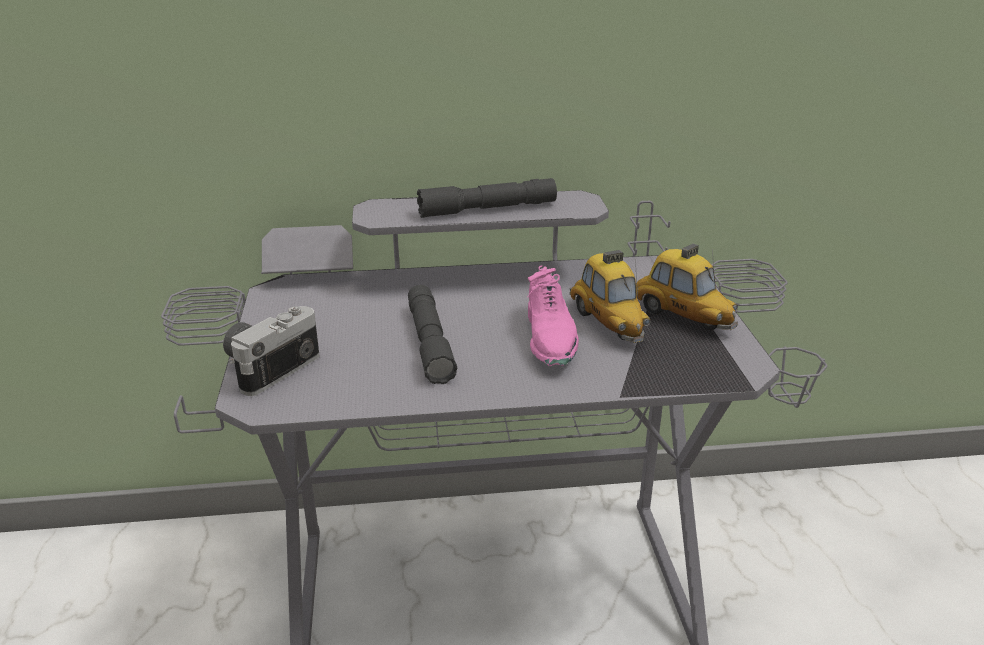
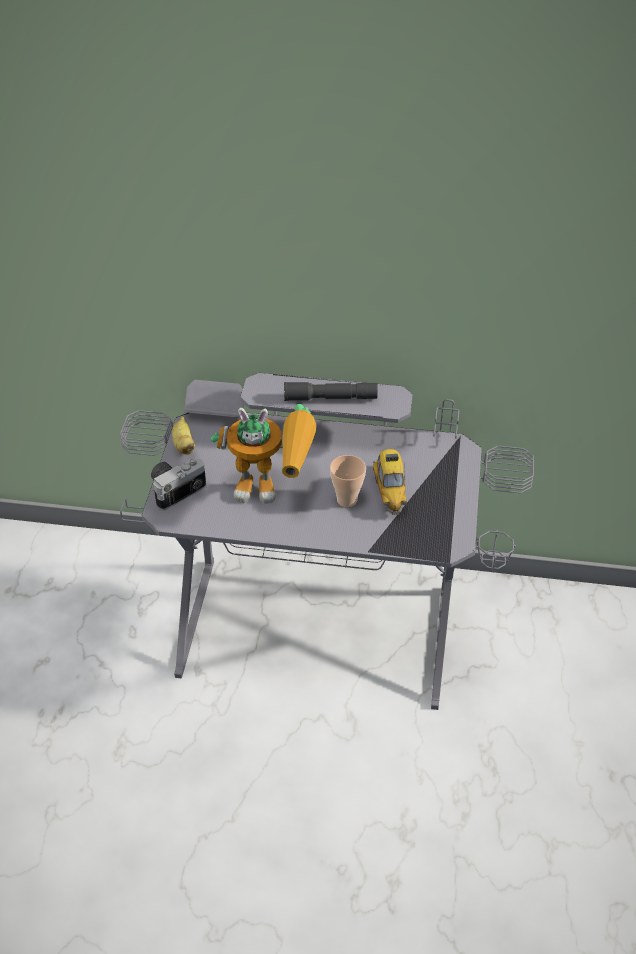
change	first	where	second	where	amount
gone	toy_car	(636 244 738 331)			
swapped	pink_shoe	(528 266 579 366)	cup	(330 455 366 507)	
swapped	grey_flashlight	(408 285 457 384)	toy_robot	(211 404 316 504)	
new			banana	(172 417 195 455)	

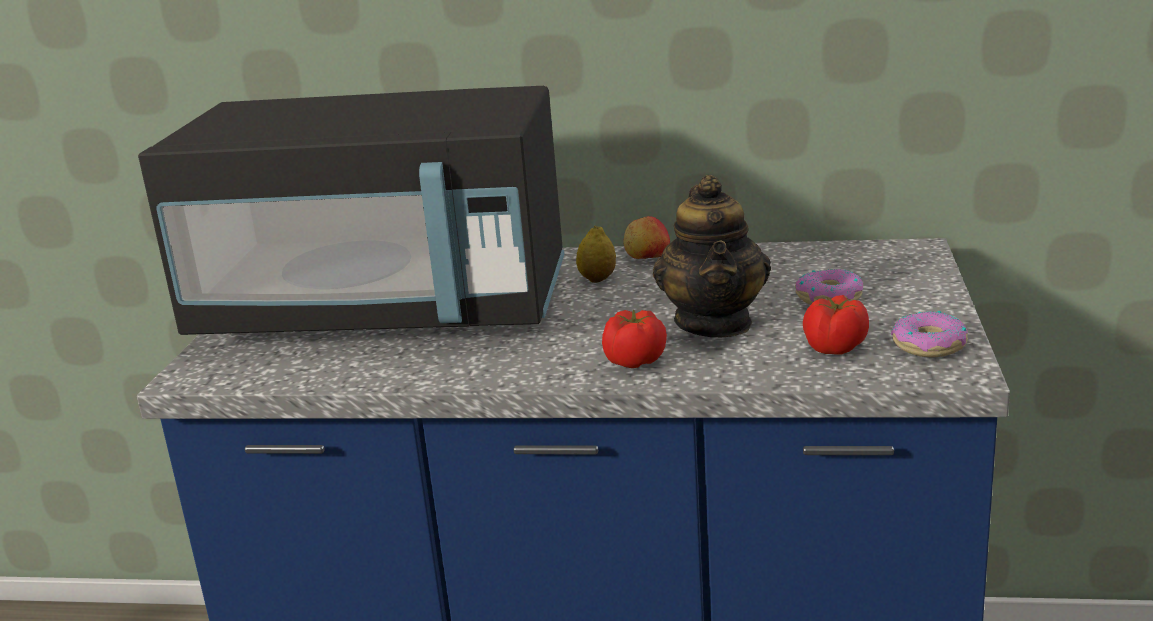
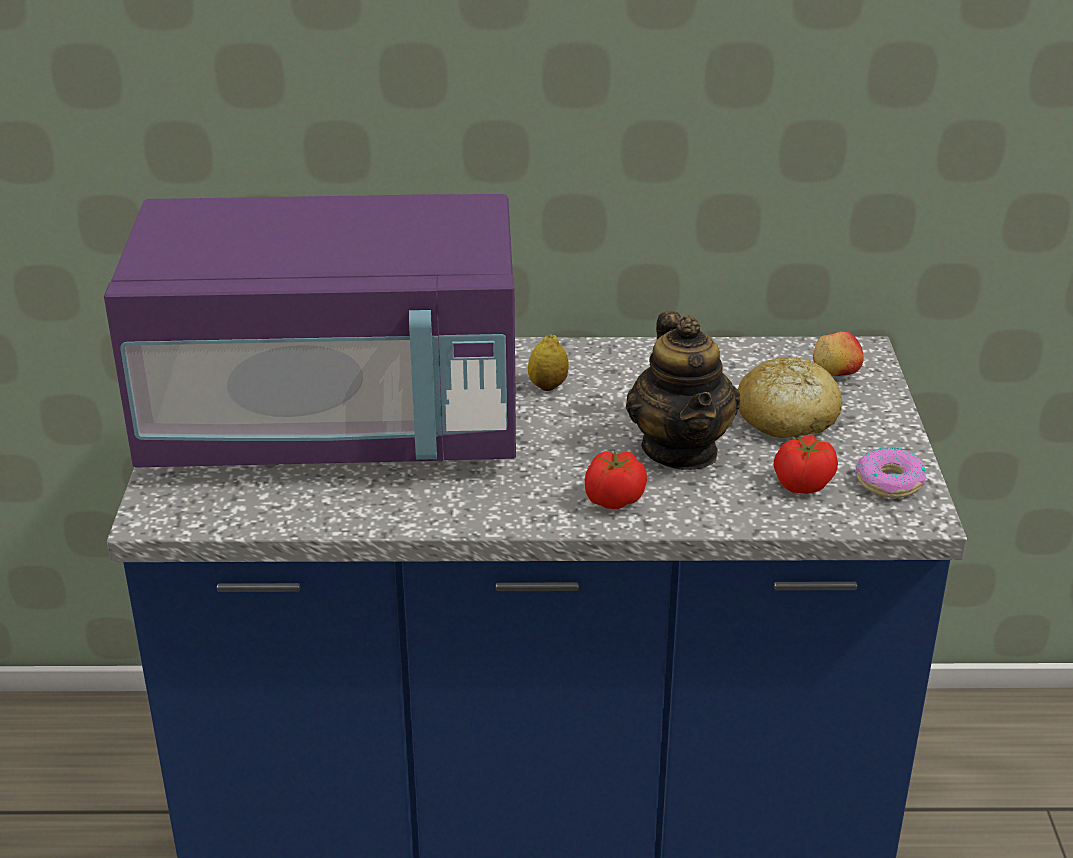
change	first	where	second	where	amount
repainted	black_microwave	(138 86 564 335)	purple_microwave	(104 194 516 468)	
shifted	apple	(623 216 670 259)		(813 331 863 376)	
swapped	donut	(795 269 863 305)	bread	(738 357 842 438)	

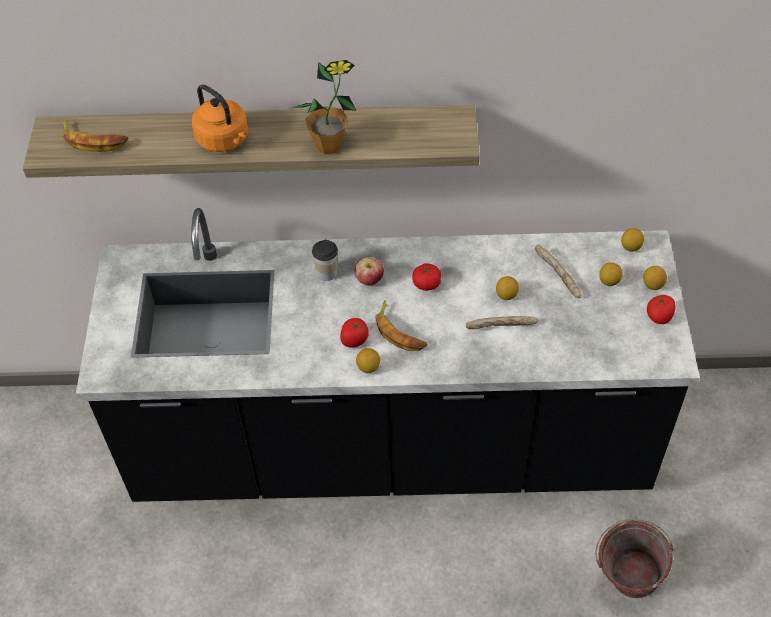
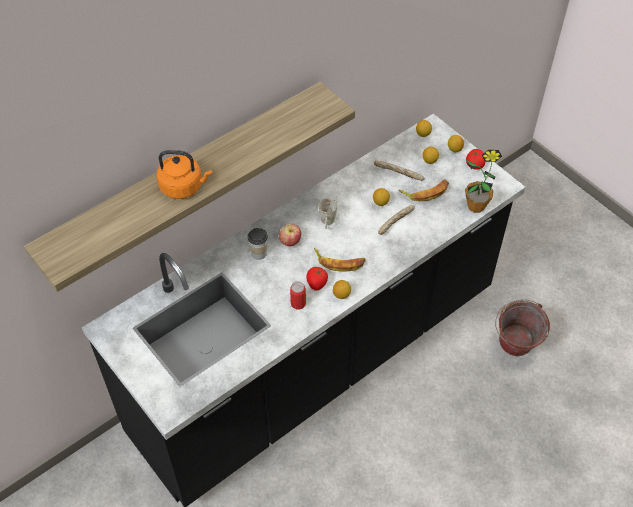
change	first	where	second	where	amount
shifted	potted_plant	(295 60 356 154)		(465 150 502 213)	
shifted	banana	(61 119 128 152)		(399 179 449 201)	
swapped	tomato	(412 263 441 291)	white_mug	(318 198 338 229)	
new			can	(290 281 306 310)	

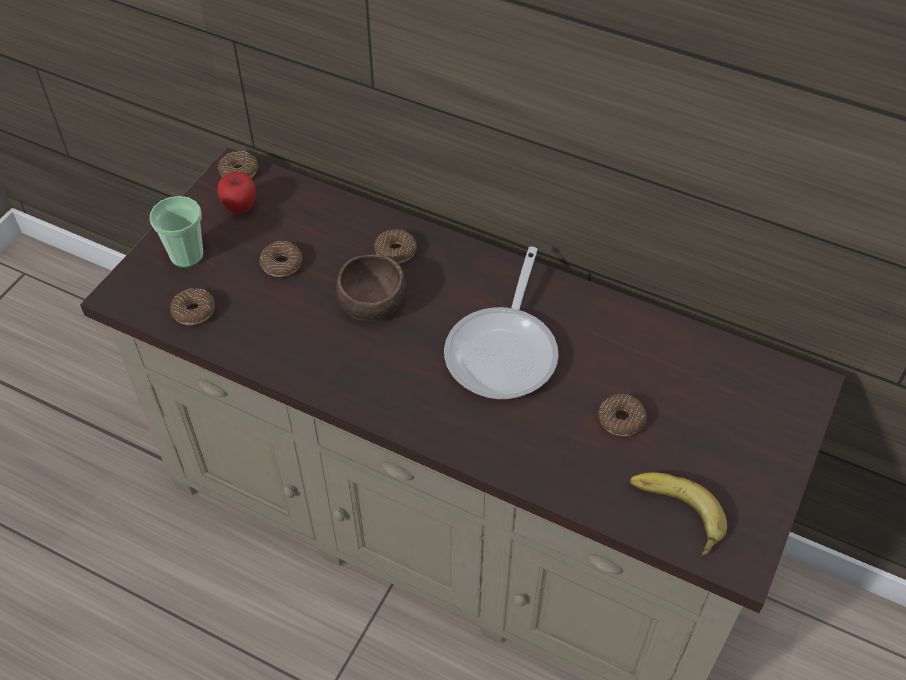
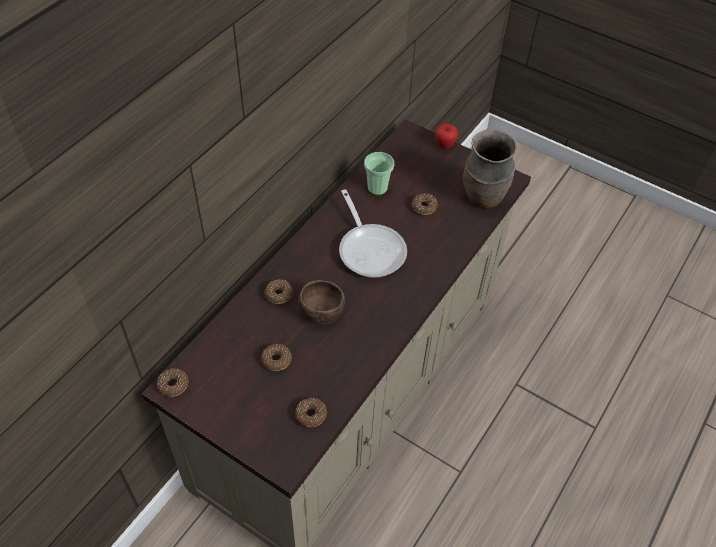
change	first	where	second	where	amount
shifted	apple	(217 172 256 214)		(435 123 458 148)	
shifted	cup	(150 196 204 268)		(364 152 394 195)	
rotated	frying_pan	(444 247 559 399)		(339 189 407 278)	45 degrees clockwise
swapped	banana	(629 472 727 557)	brown_vase	(463 129 517 208)	

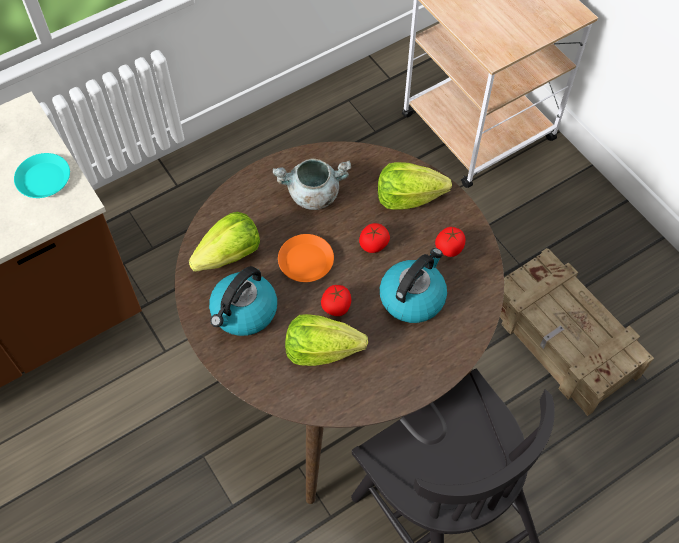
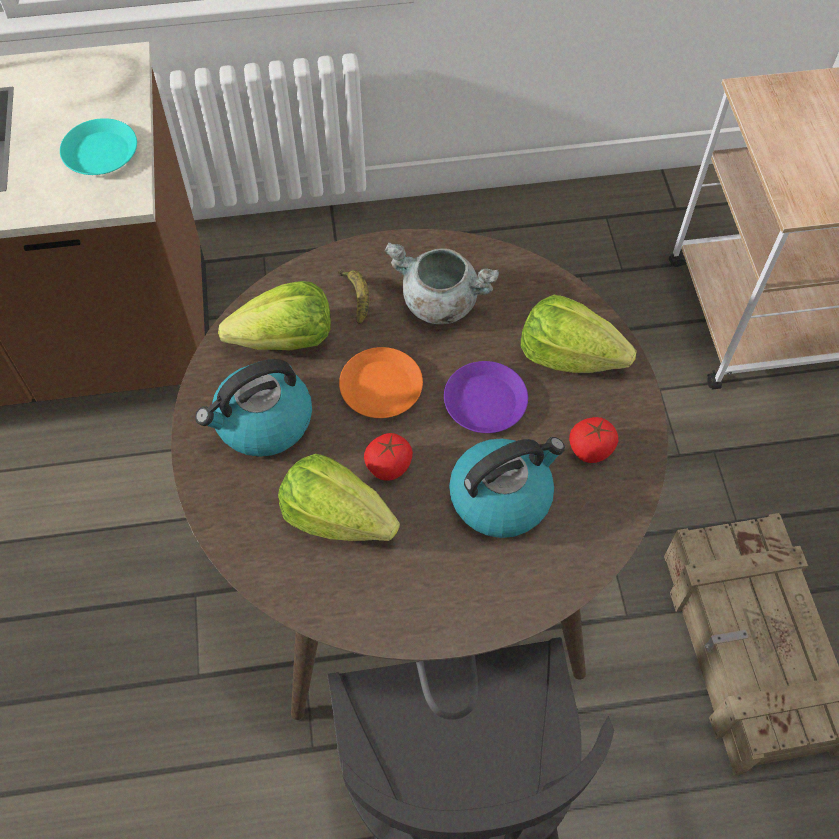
change	first	where	second	where	amount
swapped	tomato	(359 223 390 253)	purple_plate	(444 361 528 433)	
new			banana	(338 270 369 324)	

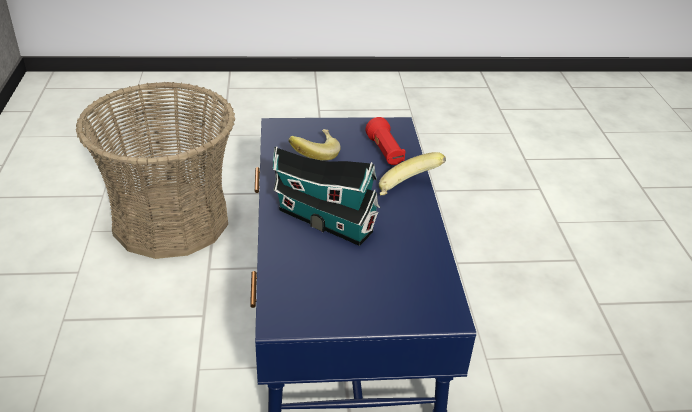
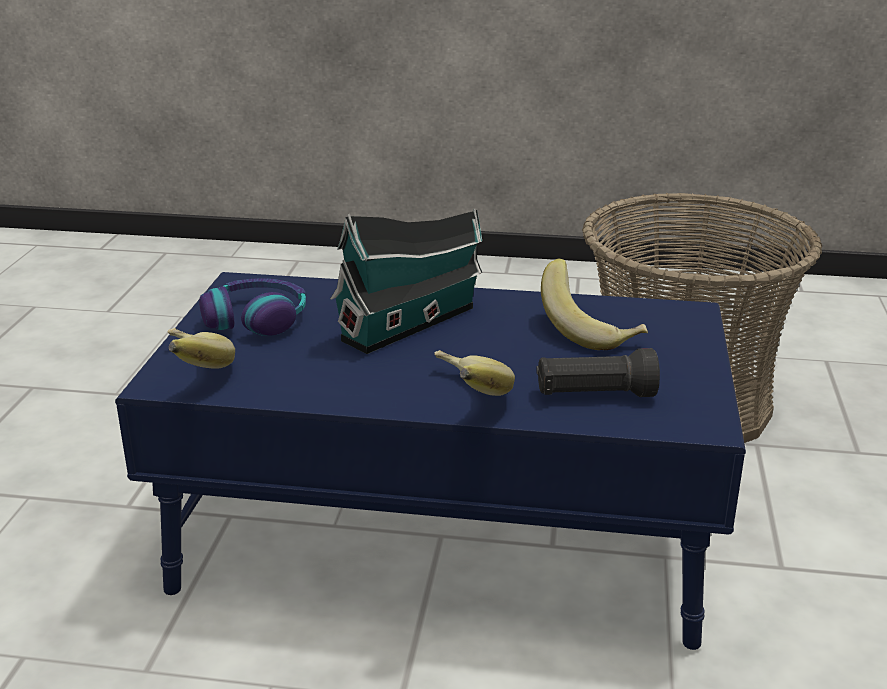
change	first	where	second	where	amount
repainted	red_flashlight	(365 117 405 165)	black_flashlight	(536 348 660 397)	
new			headphones	(199 278 306 336)	
new			banana	(168 328 235 369)	

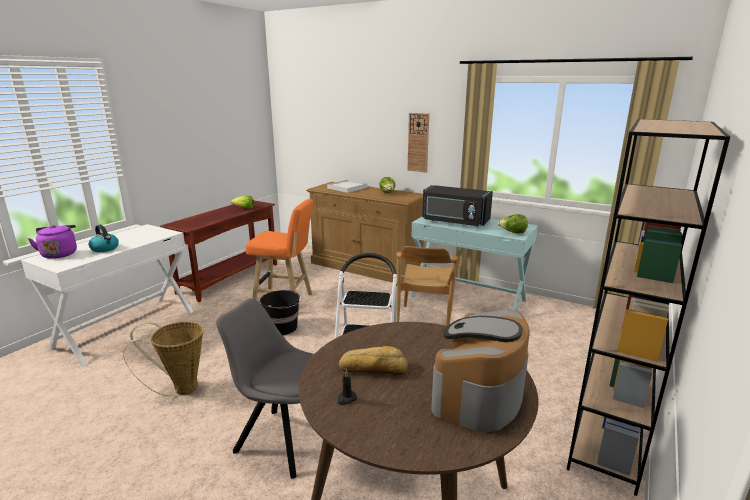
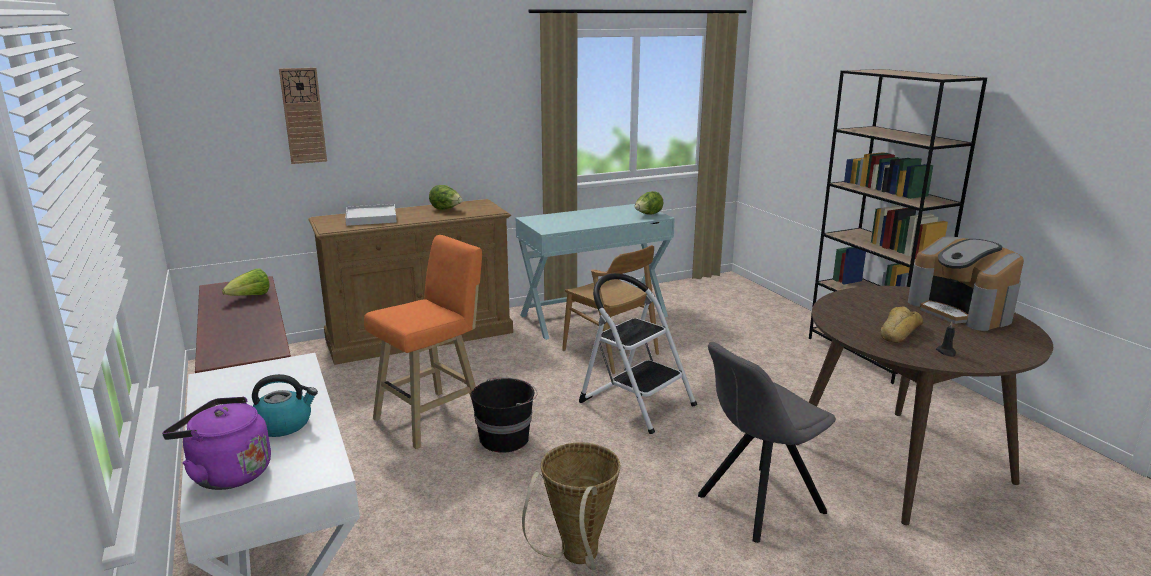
change	first	where	second	where	amount
shifted	wall_clock	(407 113 429 173)		(279 68 327 164)	
gone	black_microwave	(422 185 493 227)			

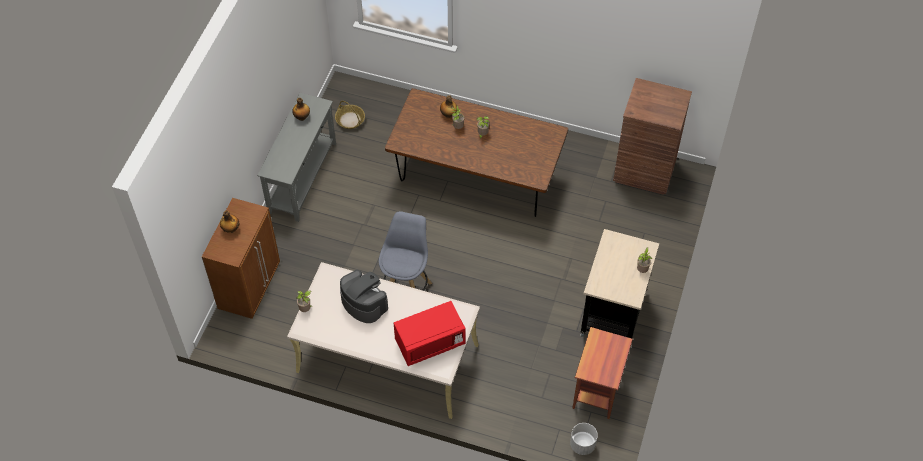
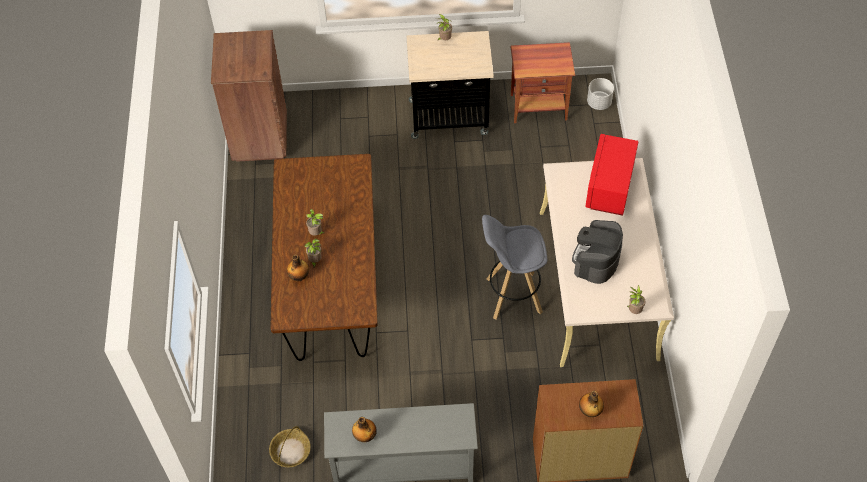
change	first	where	second	where	amount
rotated	red_microwave	(394 301 466 366)		(585 134 638 216)	120 degrees counterclockwise

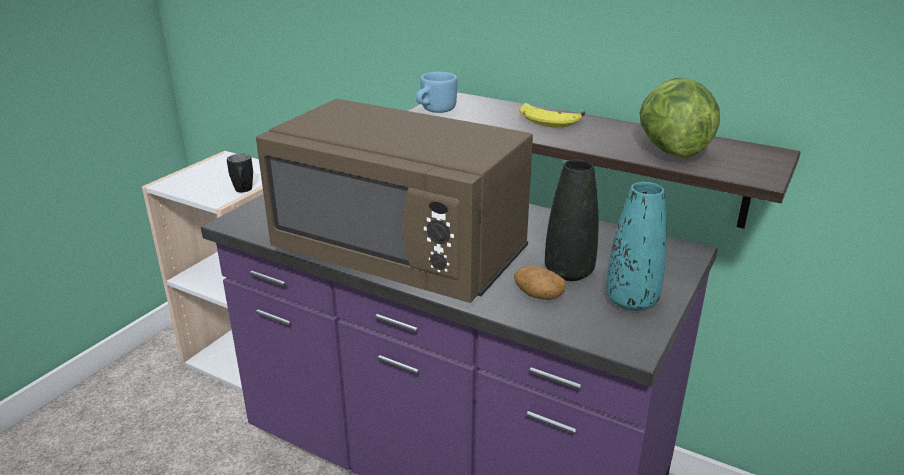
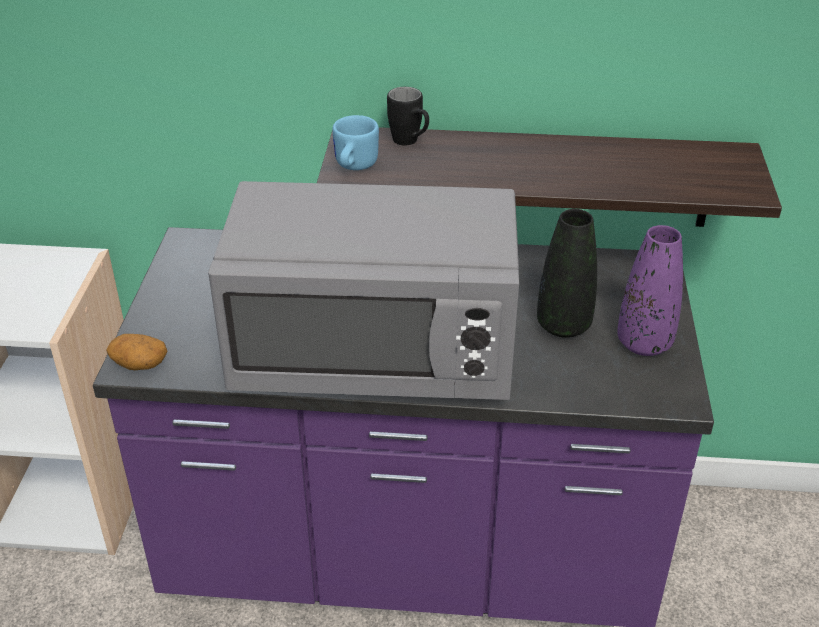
change	first	where	second	where	amount
gone	lettuce	(640 77 720 158)			
repainted	brown_microwave	(256 99 533 303)	grey_microwave	(208 181 519 400)	
gone	banana	(519 103 585 128)			
shifted	black_mug	(227 153 253 192)		(387 87 429 146)	
repainted	turquoise_vase	(606 182 667 311)	purple_vase	(617 225 683 356)	
shifted	potato	(514 265 566 300)		(106 334 167 370)	

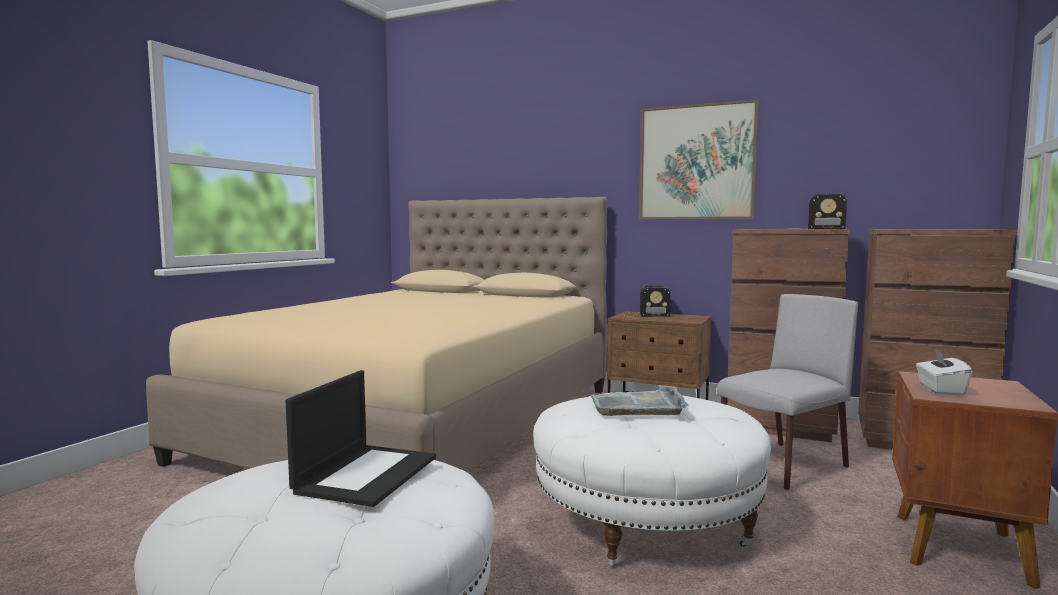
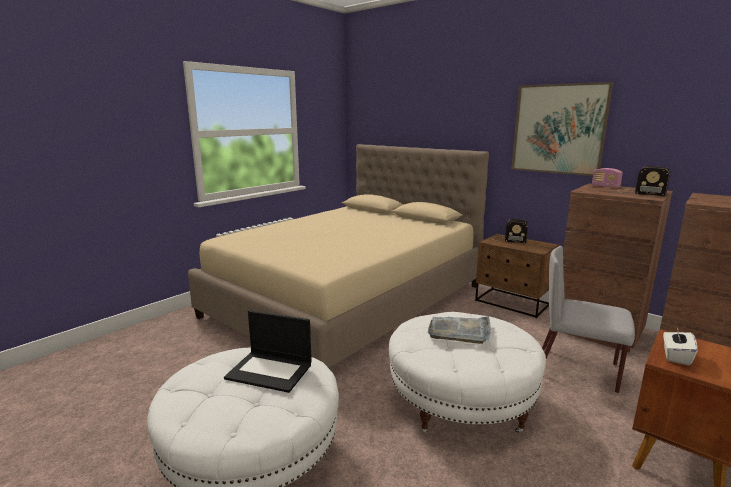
change	first	where	second	where	amount
rotated	grey_chair	(716 294 858 490)		(542 246 635 393)	135 degrees counterclockwise
rotated	laptop	(285 370 436 507)		(224 310 312 393)	75 degrees clockwise
new			radio	(592 168 623 188)	

